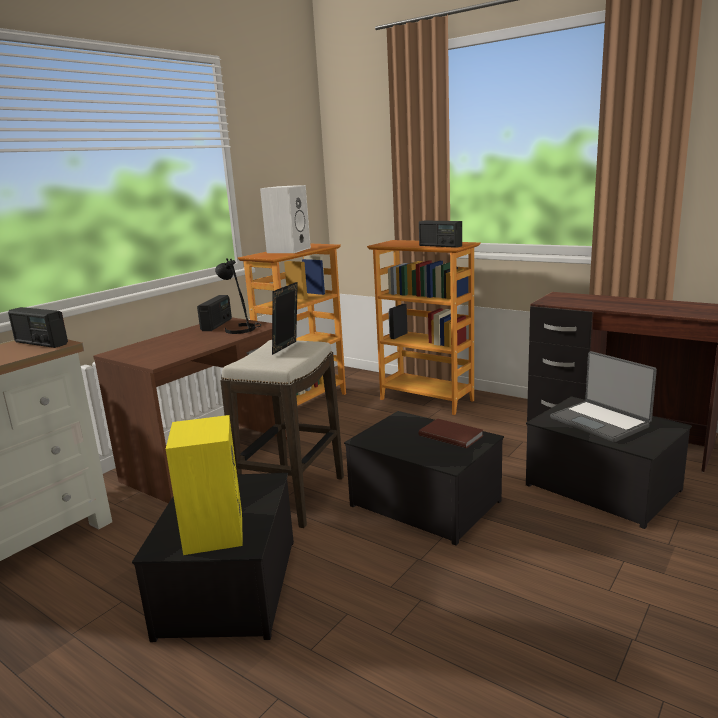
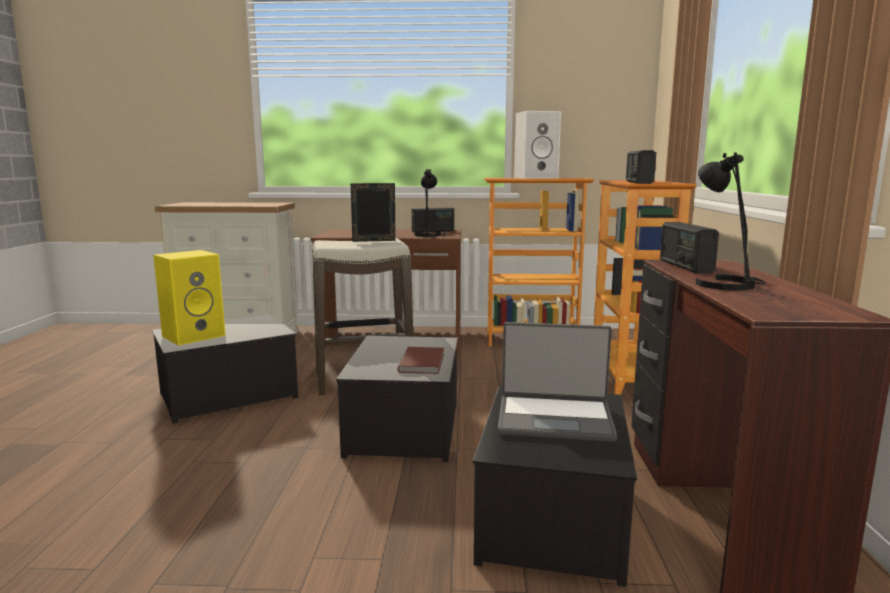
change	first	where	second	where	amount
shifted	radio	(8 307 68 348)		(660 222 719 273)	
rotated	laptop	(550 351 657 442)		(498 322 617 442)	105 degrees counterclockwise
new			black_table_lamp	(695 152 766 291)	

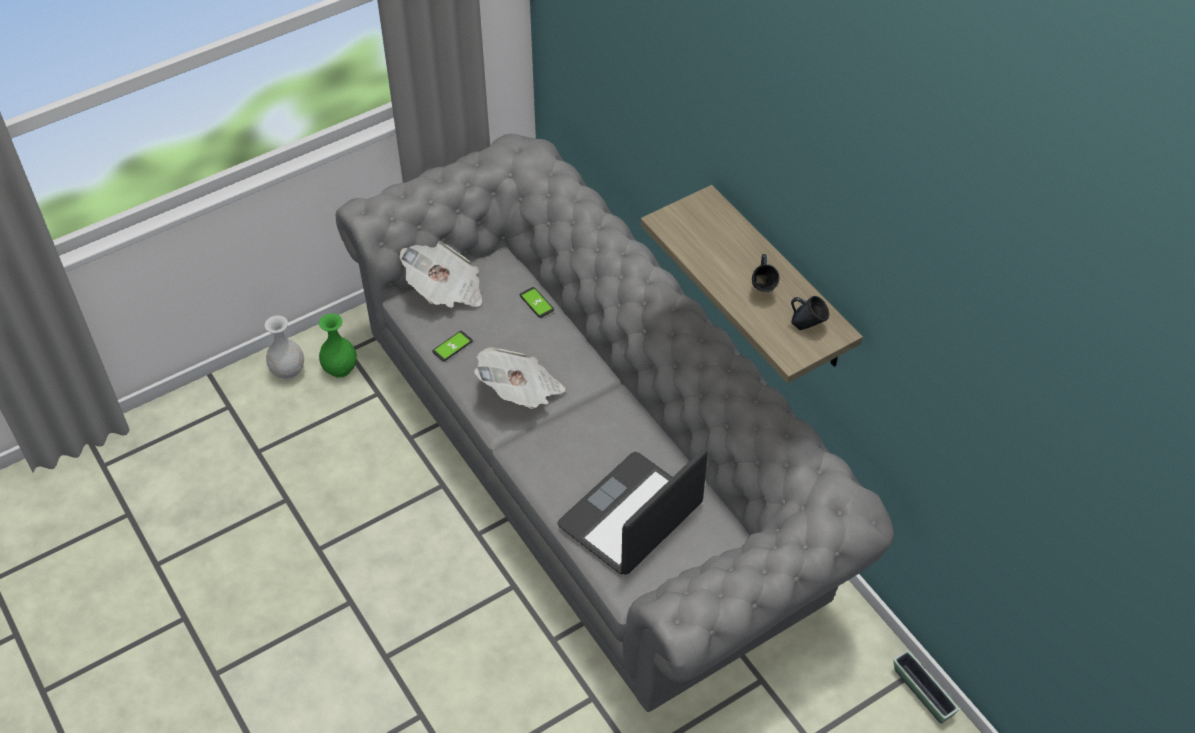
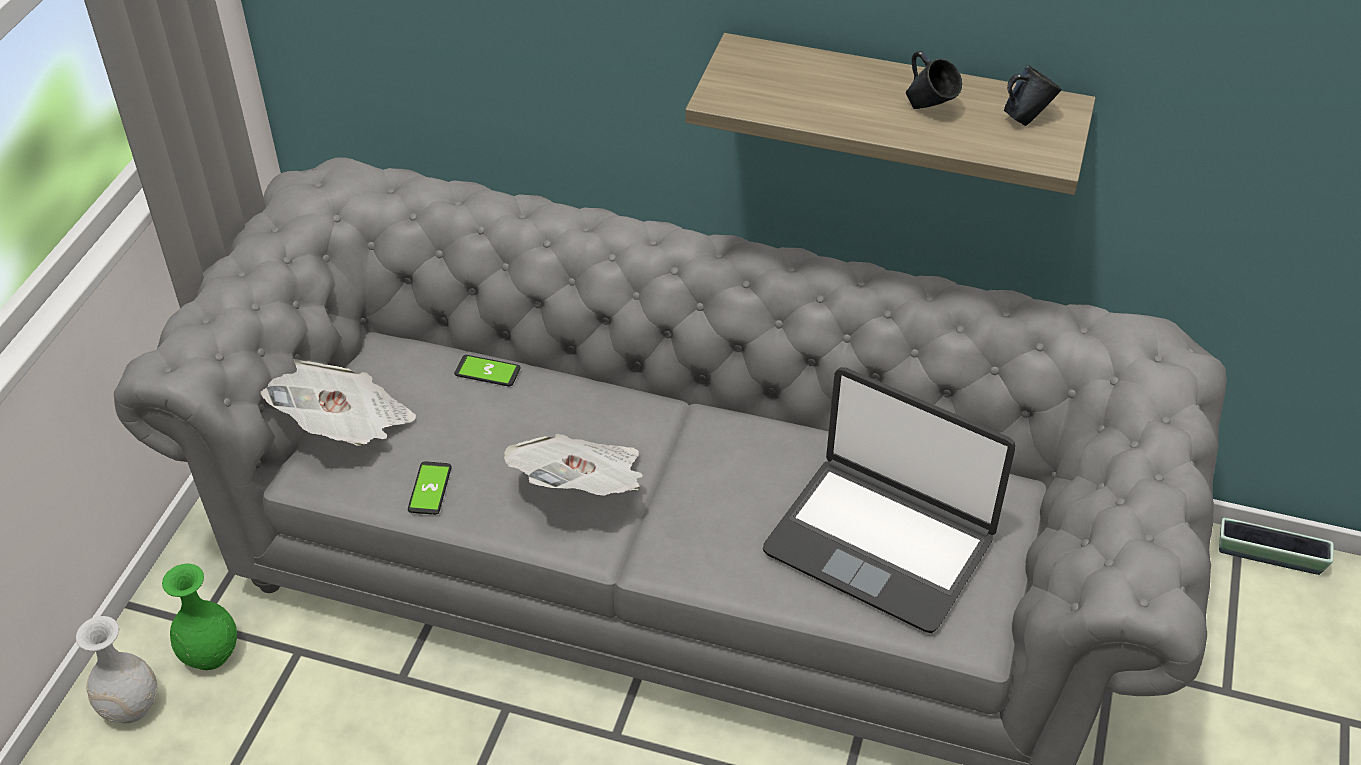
change	first	where	second	where	amount
rotated	laptop	(557 448 708 575)		(763 367 1015 633)	60 degrees counterclockwise

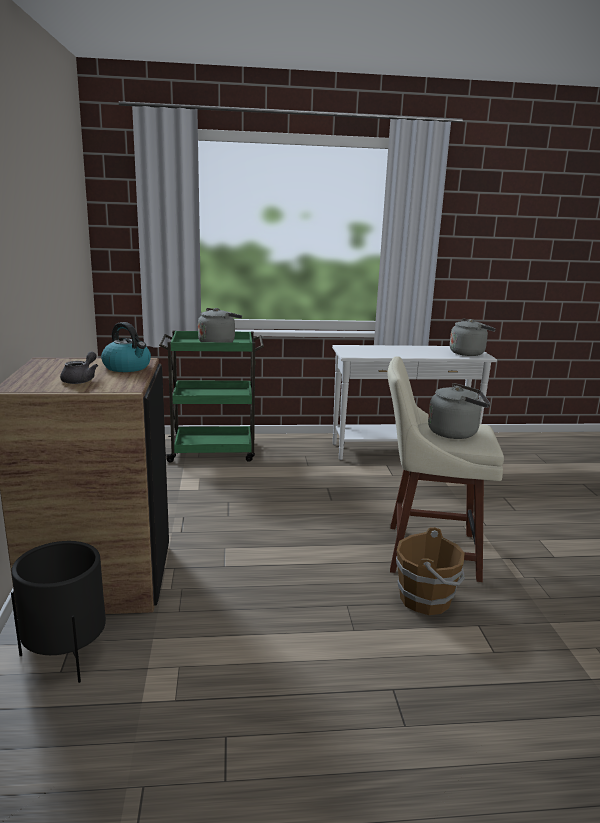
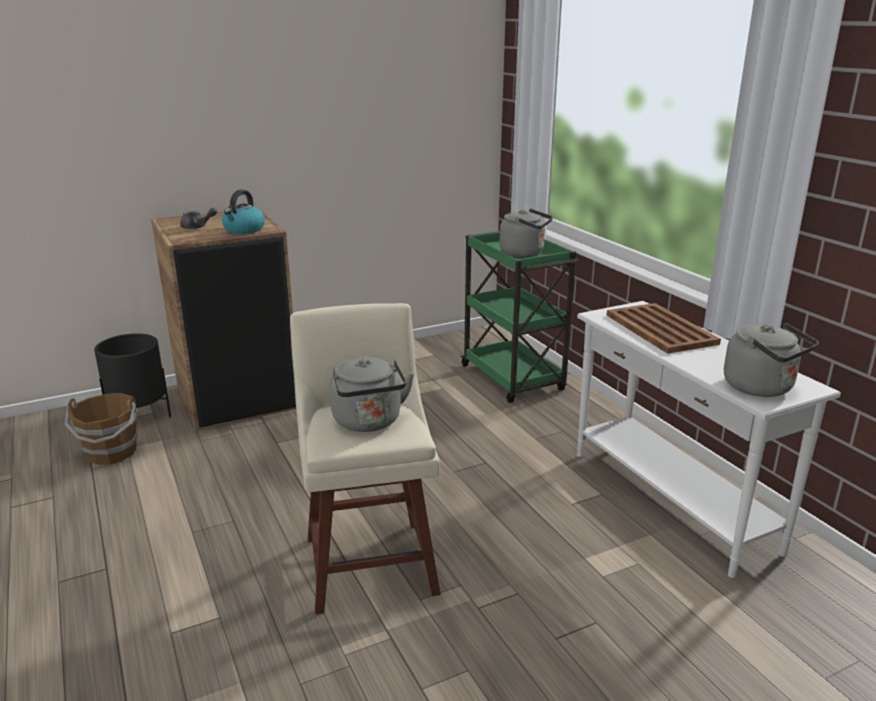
change	first	where	second	where	amount
shifted	brown_bucket	(396 527 465 615)		(65 393 138 465)	
new			brown_tray	(607 303 721 354)	

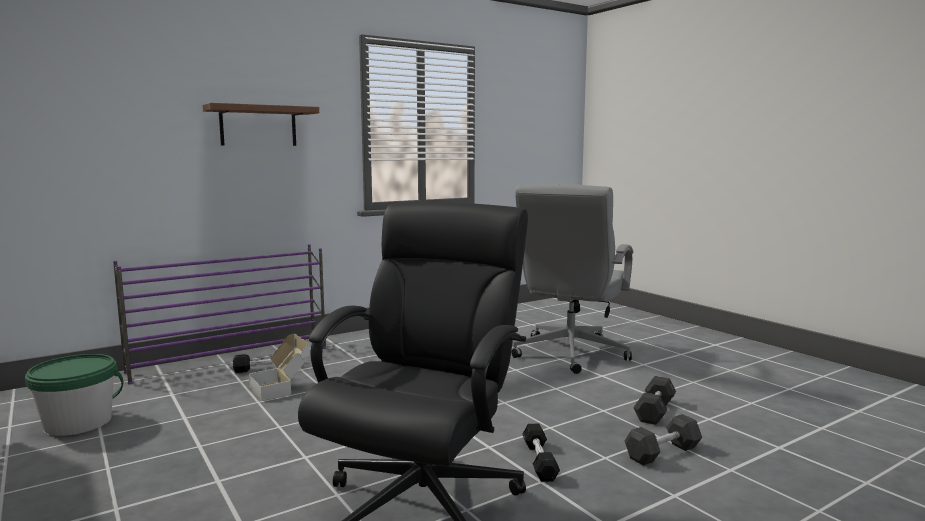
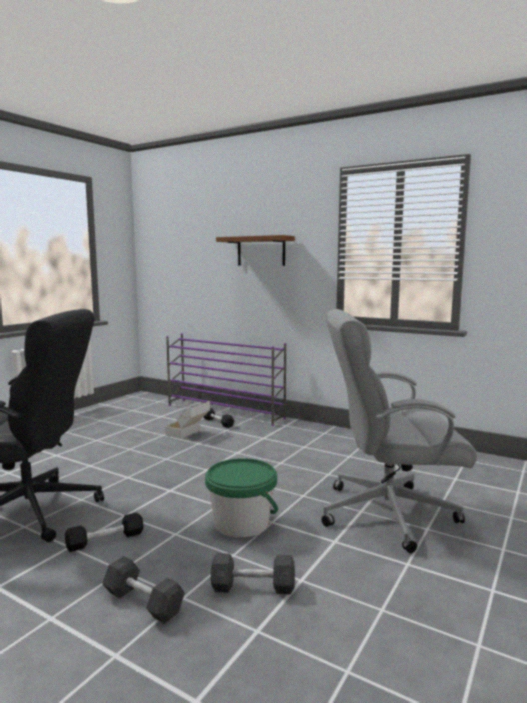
change	first	where	second	where	amount
shifted	green_bucket	(25 354 123 436)		(205 458 278 538)	

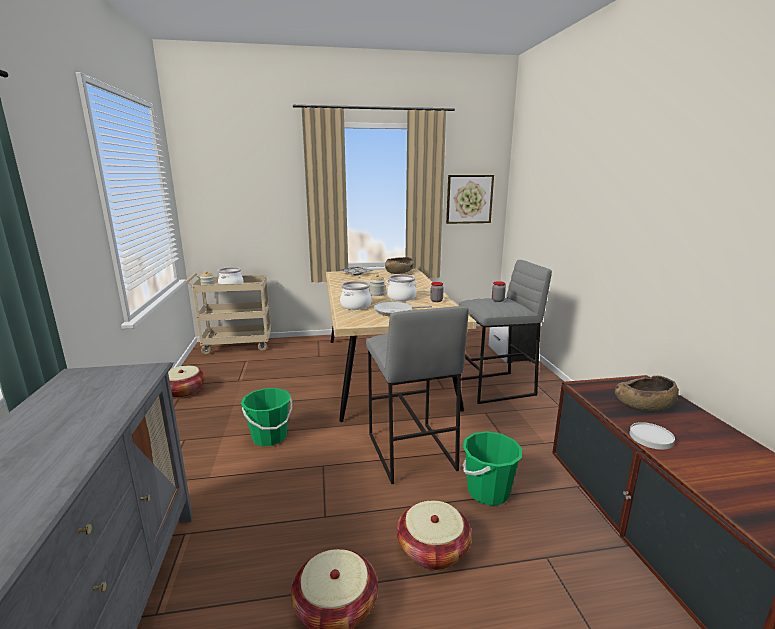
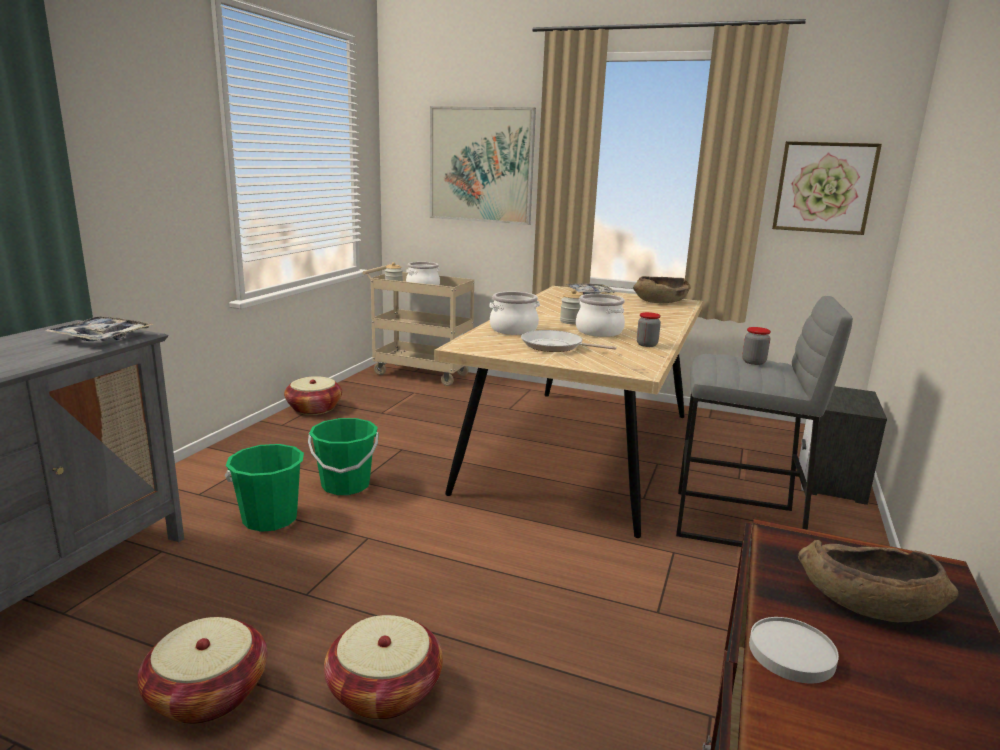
change	first	where	second	where	amount
gone	grey_stool	(366 306 469 484)			
shifted	green_bucket	(463 431 522 506)		(225 444 304 532)	
new			picture	(430 106 536 225)	
new			tray	(46 316 153 341)	

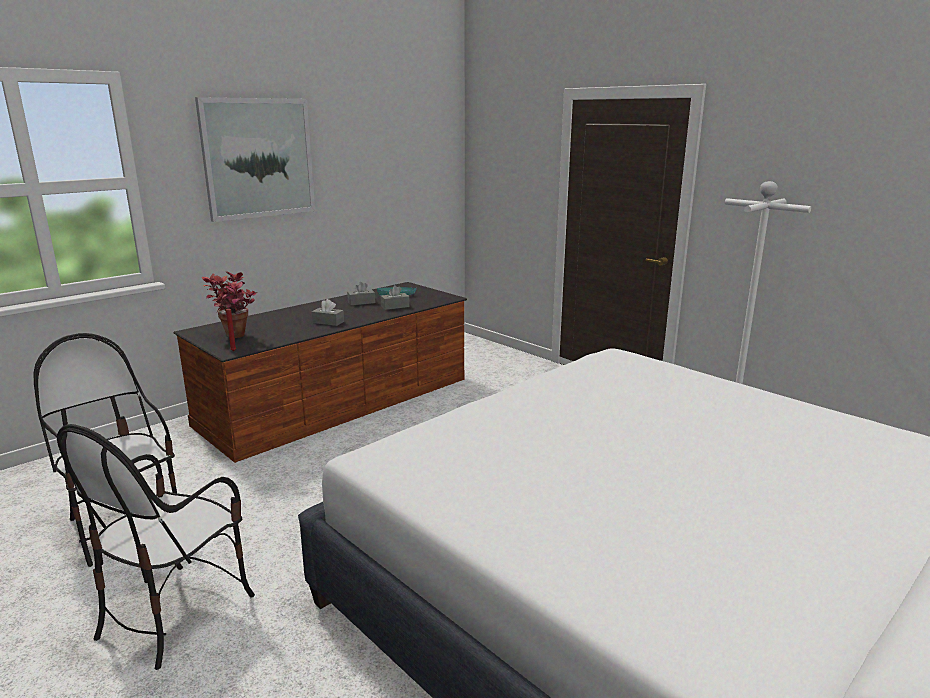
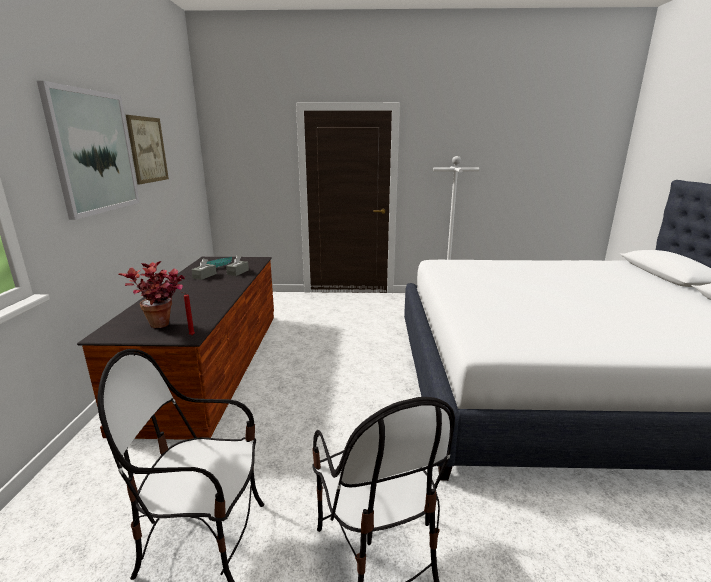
change	first	where	second	where	amount
gone	grey_tissue_box	(312 299 344 326)			
new			picture	(126 115 169 184)	

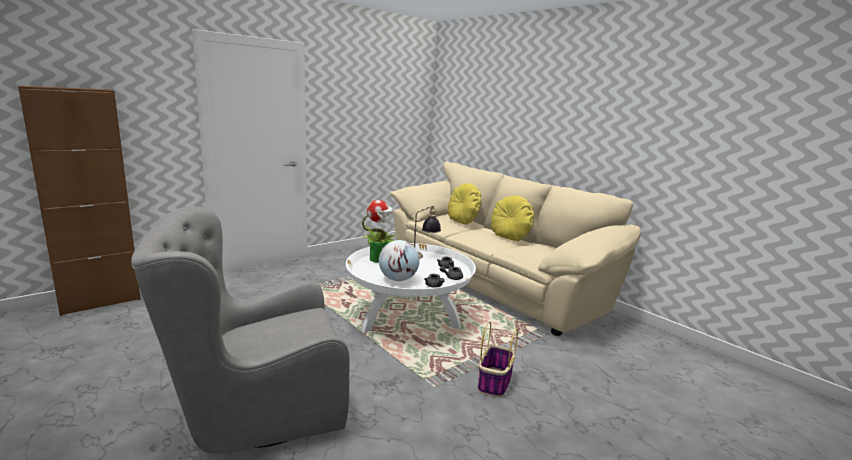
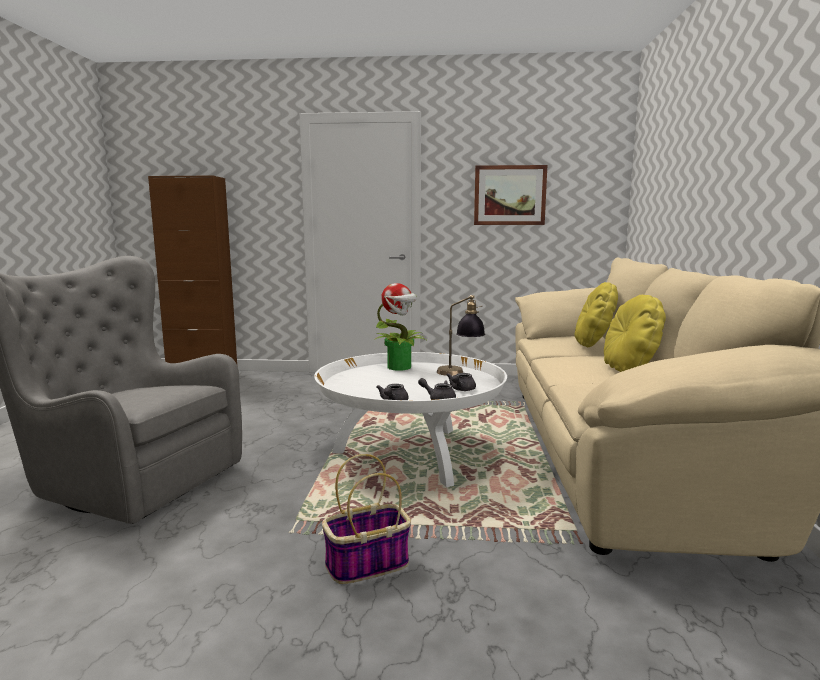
change	first	where	second	where	amount
gone	globe	(379 240 420 281)			
new			picture	(474 165 547 225)	

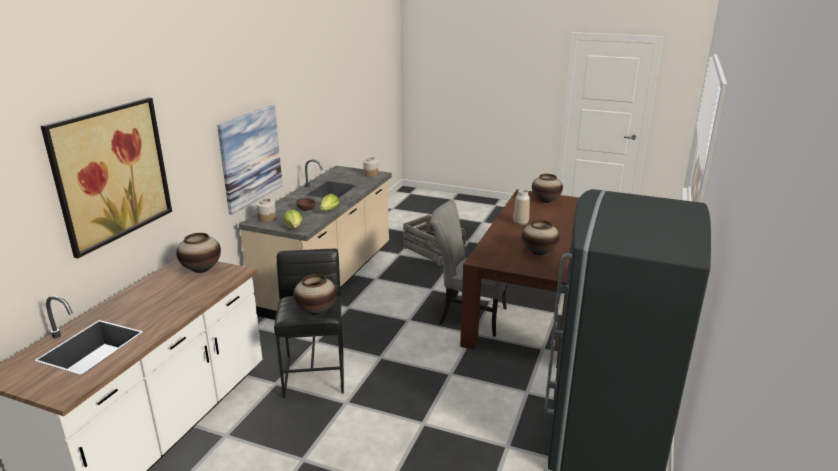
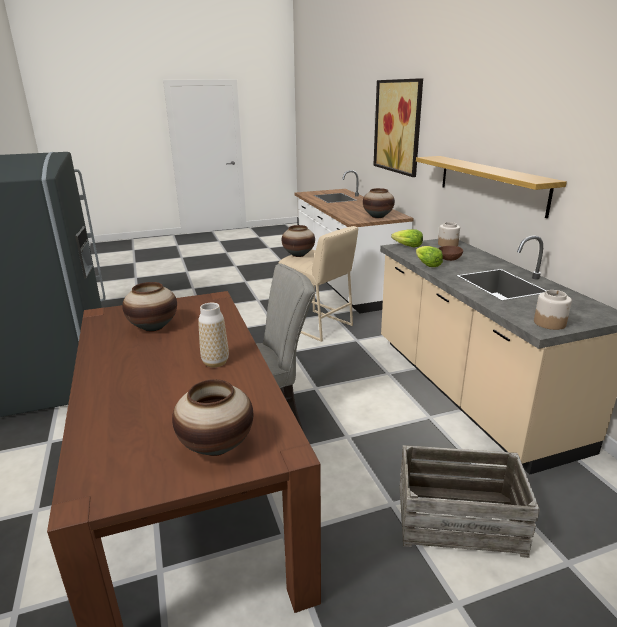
change	first	where	second	where	amount
swapped	picture	(217 105 283 215)	shelf	(416 156 567 218)	
repainted	black_stool	(274 248 344 398)	beige_stool	(278 226 358 342)	

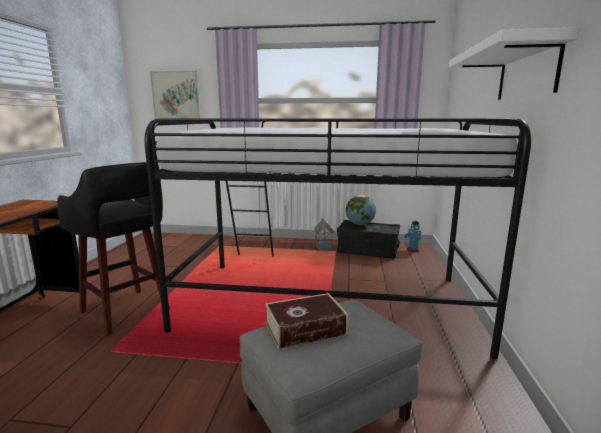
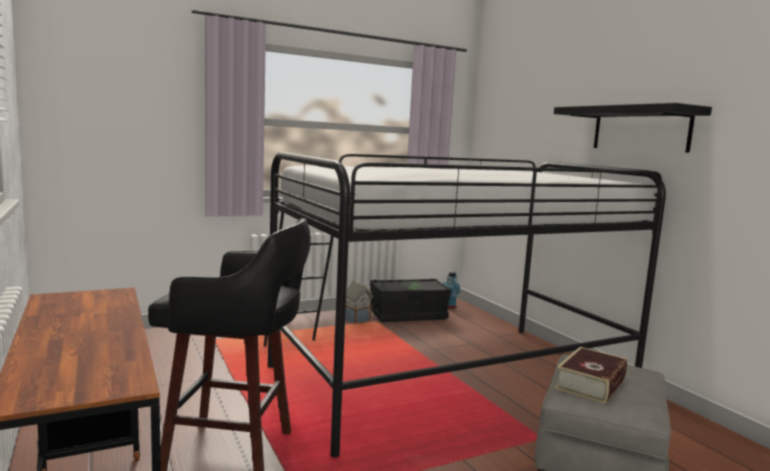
change	first	where	second	where	amount
repainted	white_shelf	(449 27 580 100)	black_shelf	(554 103 712 153)	
gone	picture	(150 71 201 119)			
gone	globe	(346 195 376 225)			

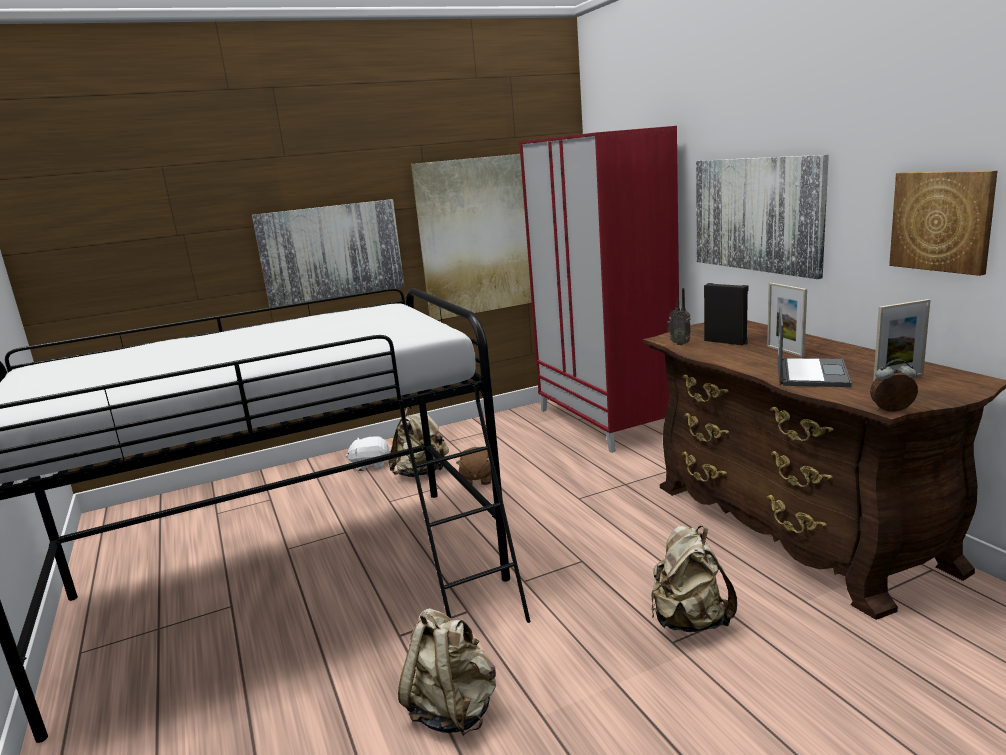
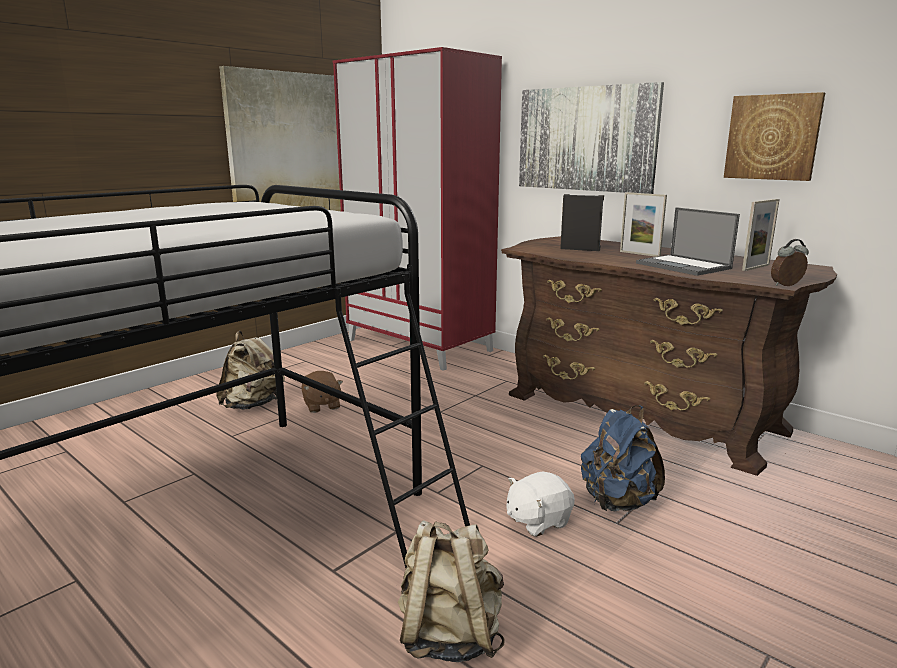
change	first	where	second	where	amount
gone	picture	(252 199 404 307)			
gone	radio	(667 288 691 345)			
rotated	laptop	(778 307 852 387)		(636 207 740 276)	150 degrees clockwise
shifted	white_plush_toy	(346 436 390 471)		(507 471 575 537)	
repainted	beige_backpack	(651 526 737 632)	blue_backpack	(581 405 665 512)	

